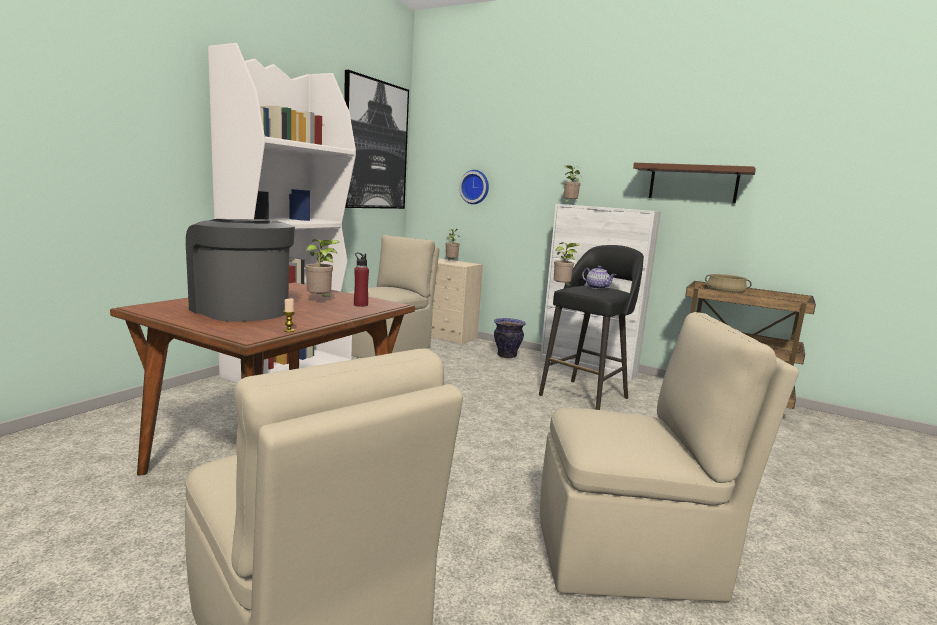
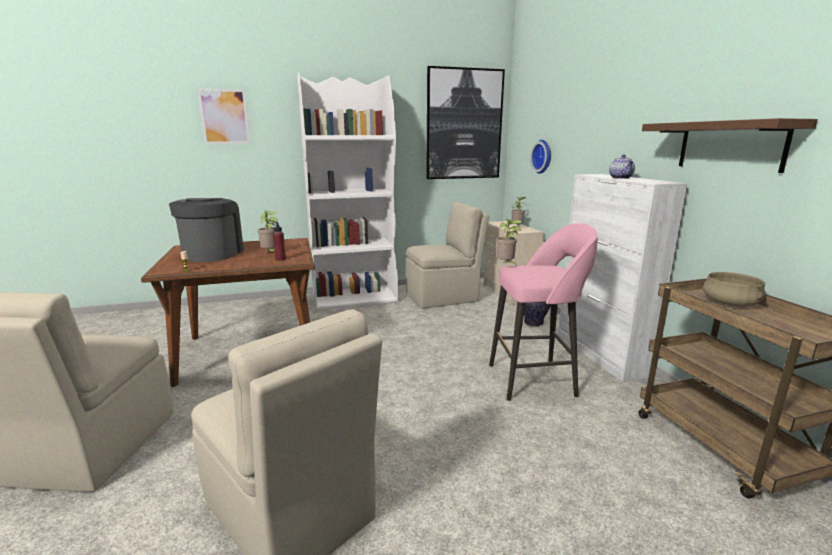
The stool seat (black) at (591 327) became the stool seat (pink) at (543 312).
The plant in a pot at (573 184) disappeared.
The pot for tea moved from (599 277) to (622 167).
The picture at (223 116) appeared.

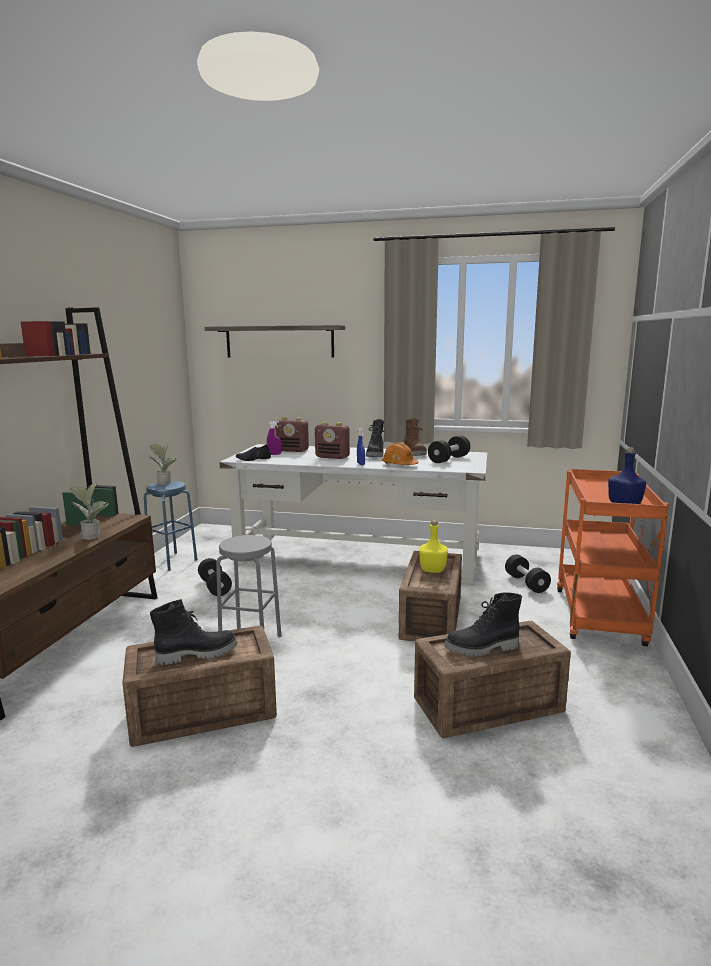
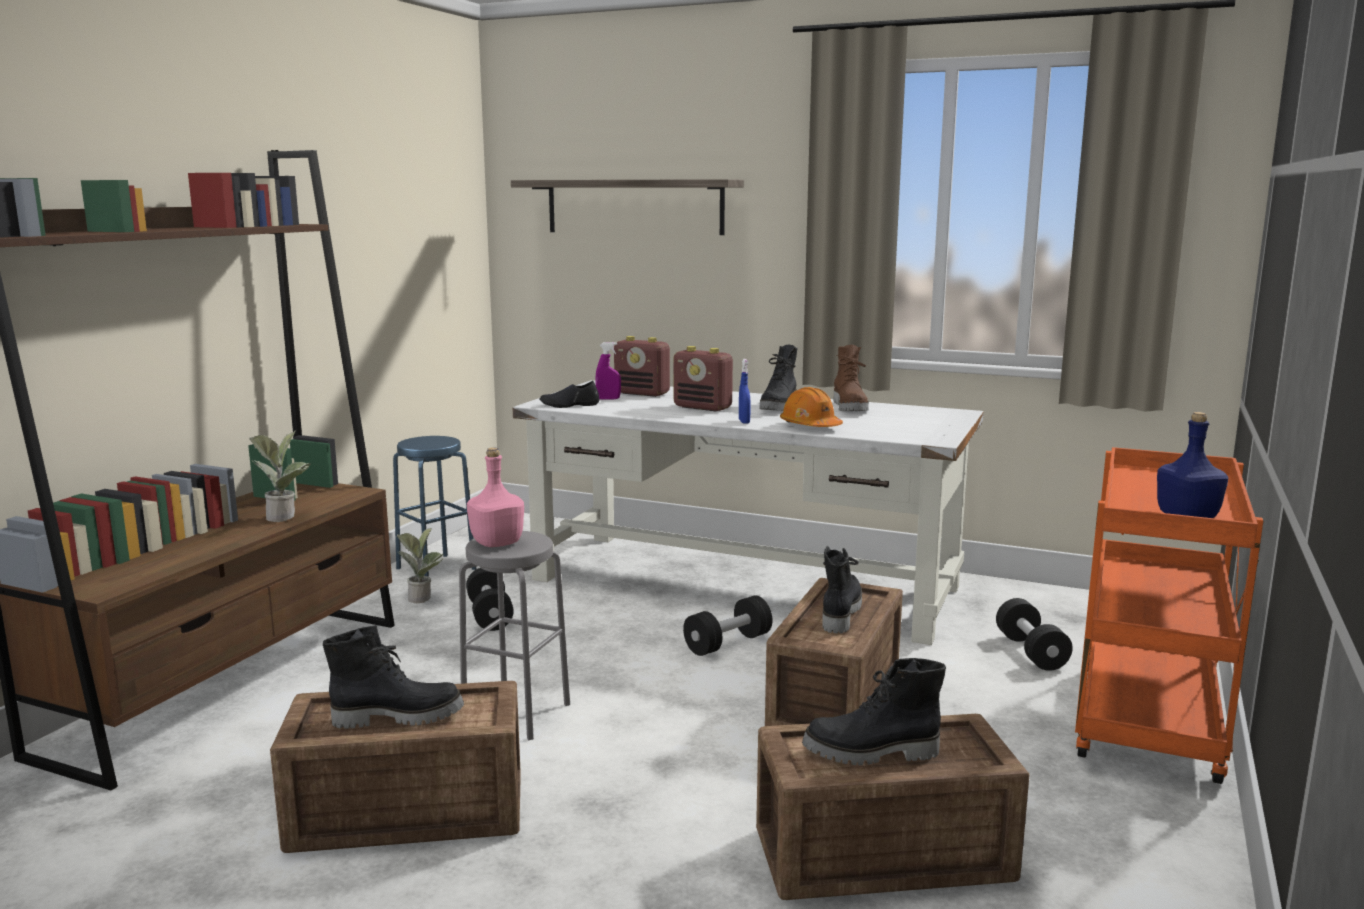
The plant in a pot moved from (164 463) to (420 565).
The drink bottle (yellow) at (433 546) was replaced by the high-top boot (black) at (842 589).
The hand weight (black) moved from (449 449) to (727 625).
The drink bottle (pink) at (495 497) appeared.

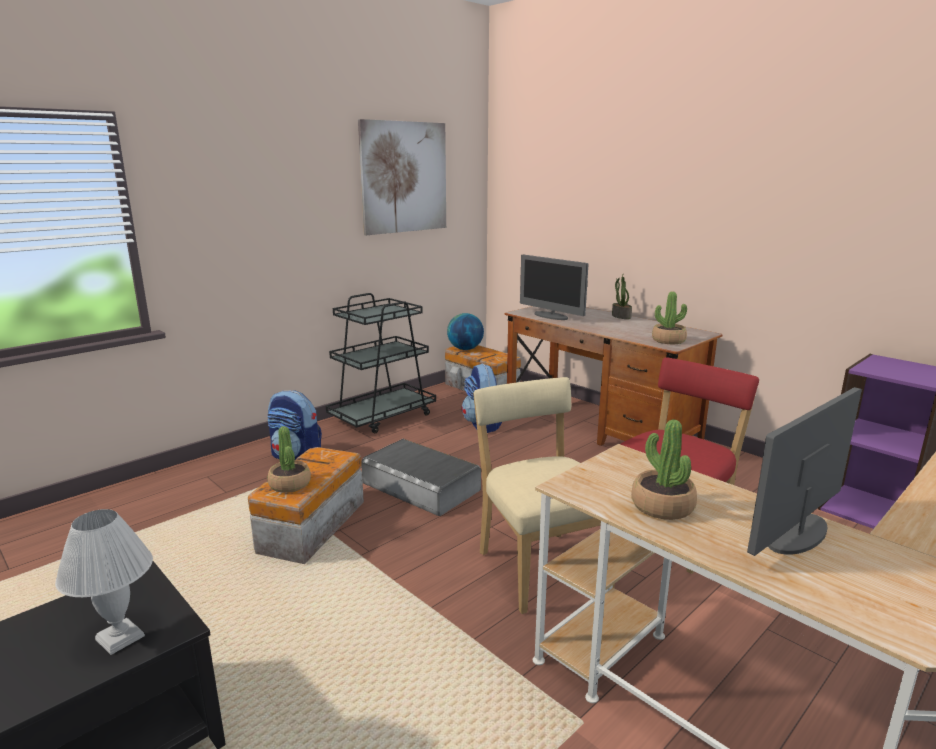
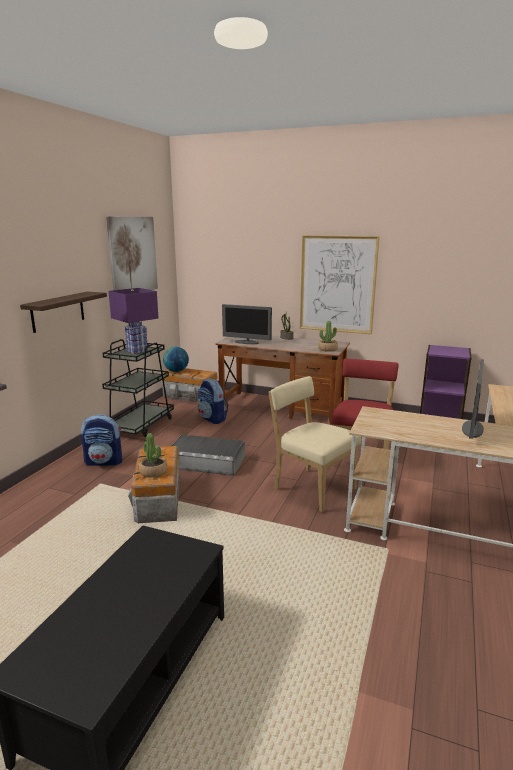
The table lamp (whitish) at (104 582) disappeared.
The plant in a pot at (664 469) disappeared.
The wall shelf at (63 312) appeared.
The table lamp (purplish) at (133 321) appeared.
The picture at (340 284) appeared.

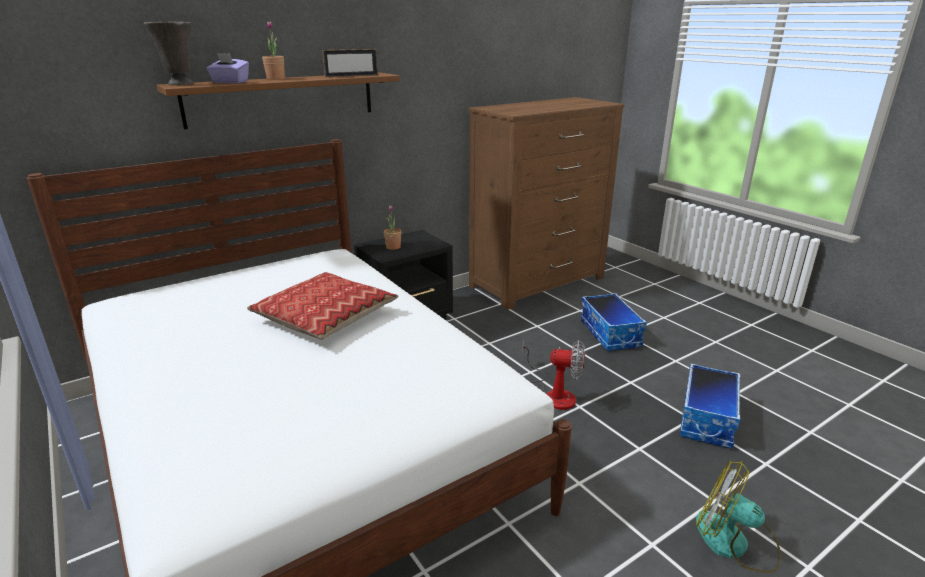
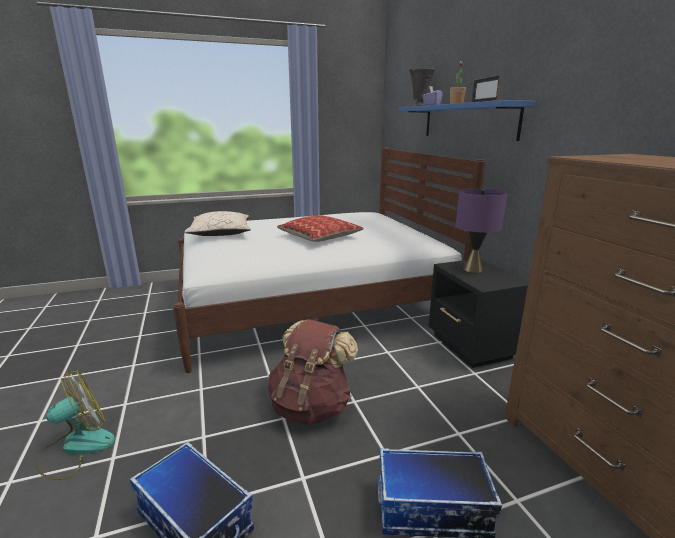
The wall shelf (brownish) at (278 100) became the wall shelf (blue) at (467 120).
The plant in a pot at (392 227) was replaced by the table lamp (purplish) at (481 230).
The fan at (553 375) was replaced by the backpack (brownish) at (313 372).
The throw pillow (beige) at (218 223) appeared.

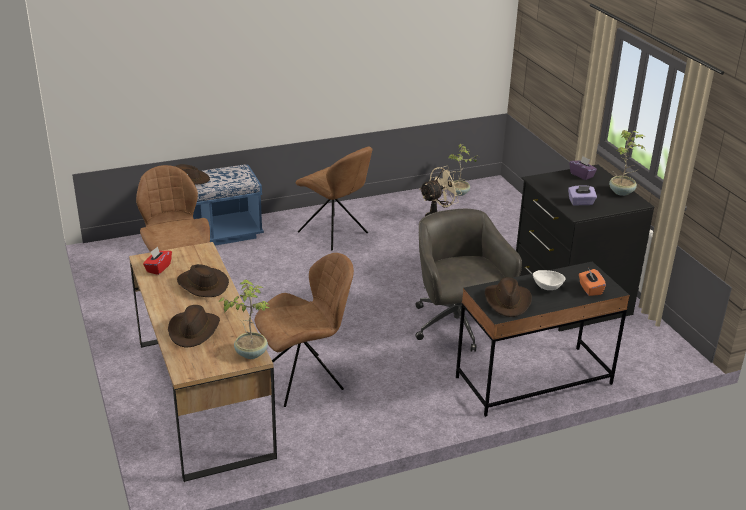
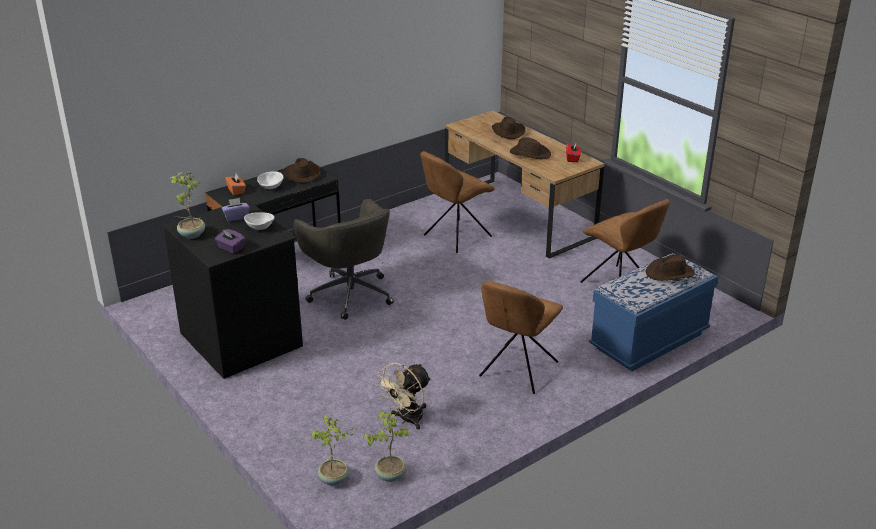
The plant in a pot moved from (244 319) to (333 450).
The plain chair (brownish) at (333 198) turned 90 degrees counterclockwise.
The bowl (whitish) at (259 221) appeared.

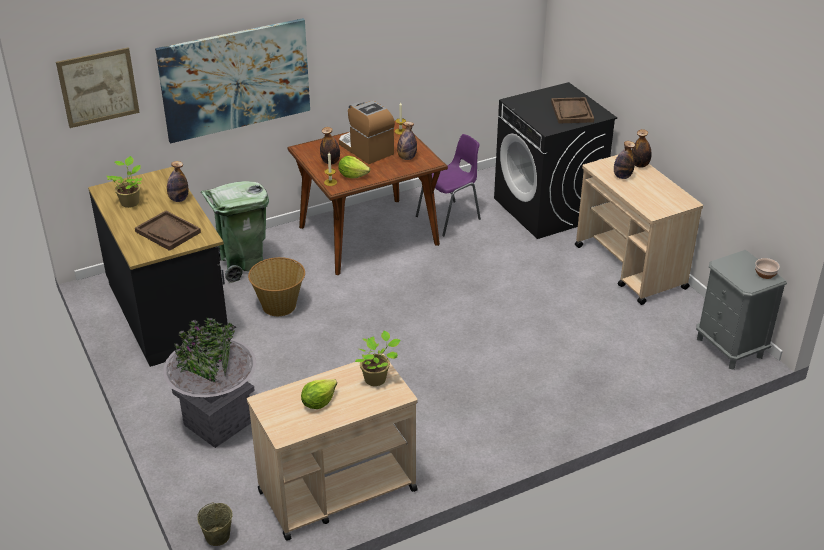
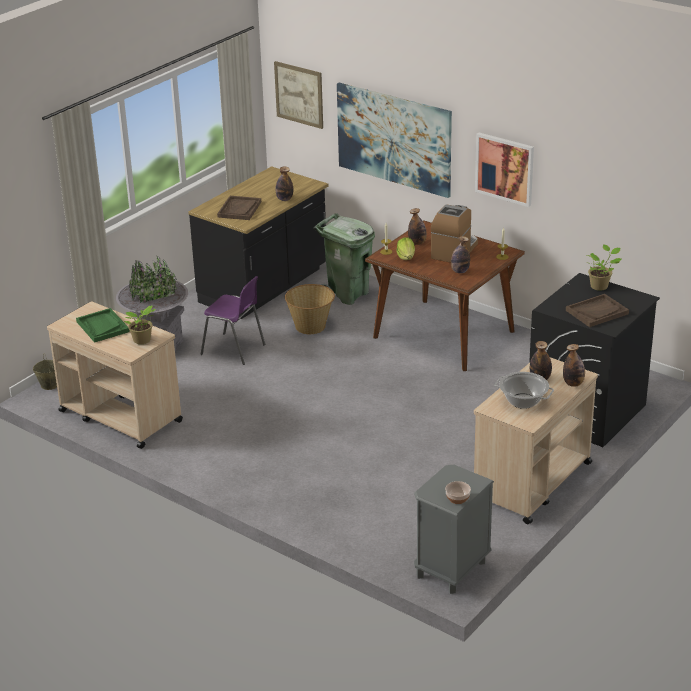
The plant in a pot moved from (124 182) to (604 267).
The lettuce head at (319 394) was replaced by the tray (greenish) at (103 325).
The plain chair (purplish) moved from (448 185) to (233 320).
The picture at (504 170) appeared.
The cooking pot at (524 390) appeared.

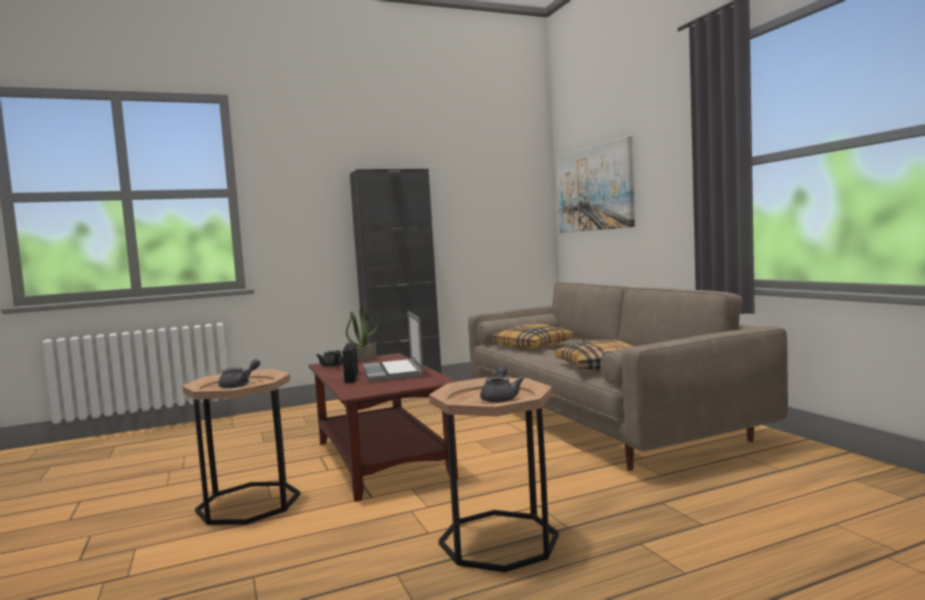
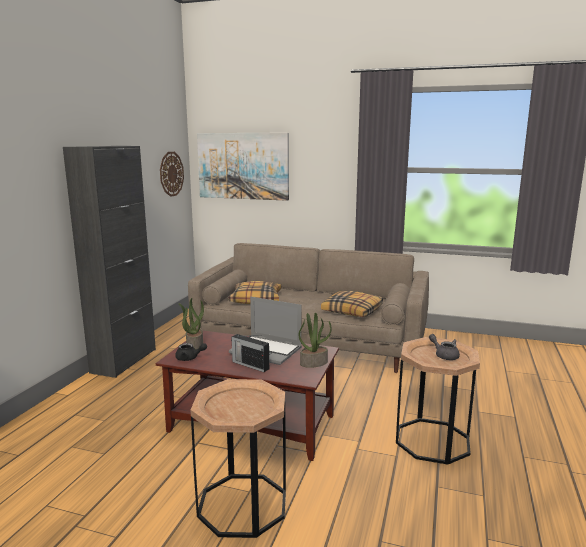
The pot for tea (grey) at (239 374) disappeared.
The wall clock at (172 174) appeared.
The plant in a pot at (315 340) appeared.

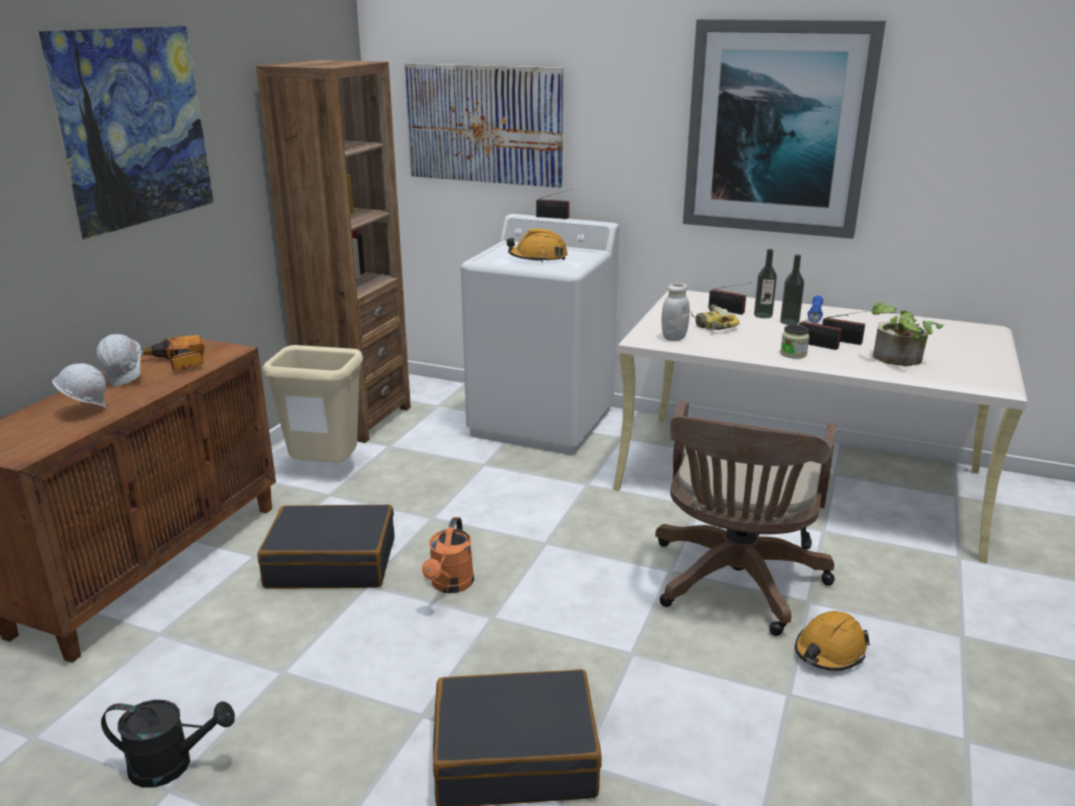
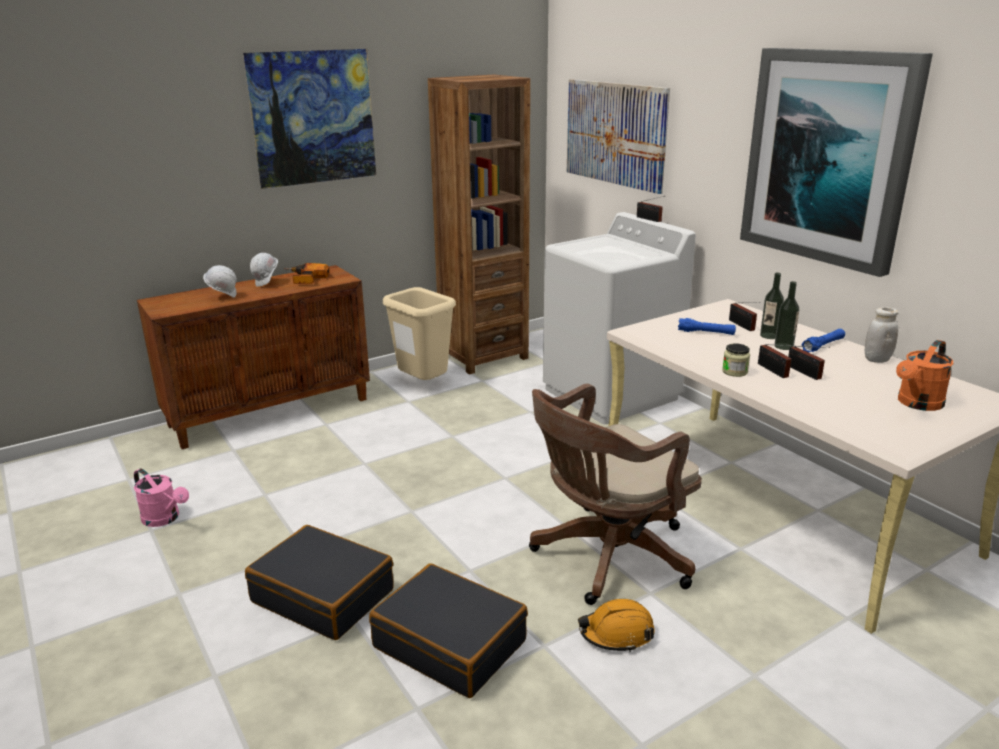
The sprinkling can (black) at (168 744) became the sprinkling can (pink) at (161 497).
The travel case (black) moved from (326 546) to (448 630).
The sprinkling can (orange-coloured) moved from (448 555) to (924 375).
The safety helmet (orange-coloured) at (537 245) disappeared.
The preserve jar (whitish) moved from (676 312) to (882 335).
The electric drill at (715 317) was replaced by the hand torch (blue) at (707 326).
The plant in a pot at (907 334) disappeared.

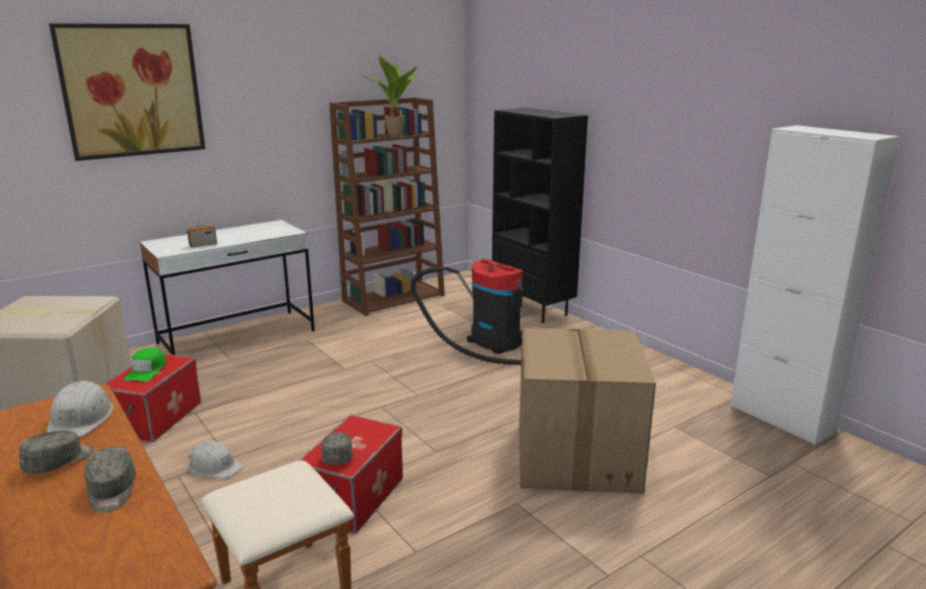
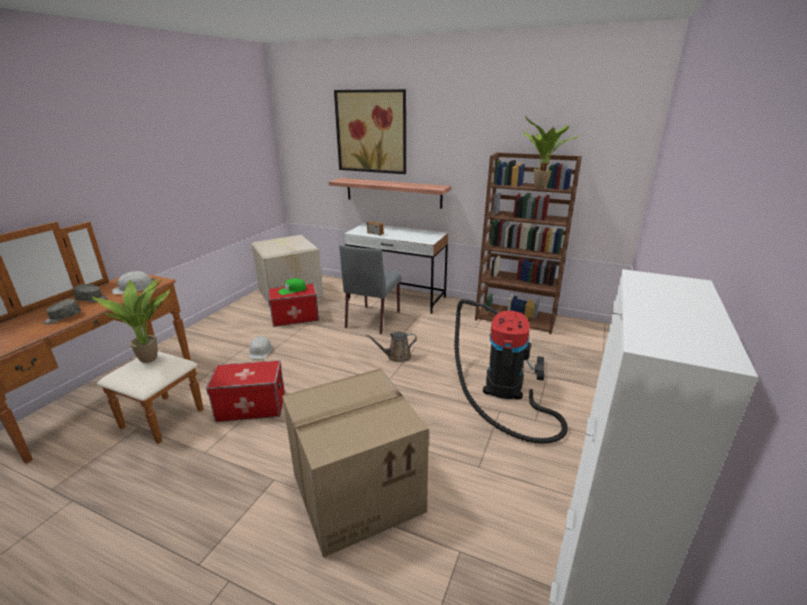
The baseball cap (grey) at (337 448) disappeared.
The bookcase (black) at (540 215) disappeared.
The plant in a pot at (131 320) appeared.
The wall shelf at (390 193) appeared.
The plain chair (grey) at (370 289) appeared.
The sprinkling can (brownish) at (391 347) appeared.

